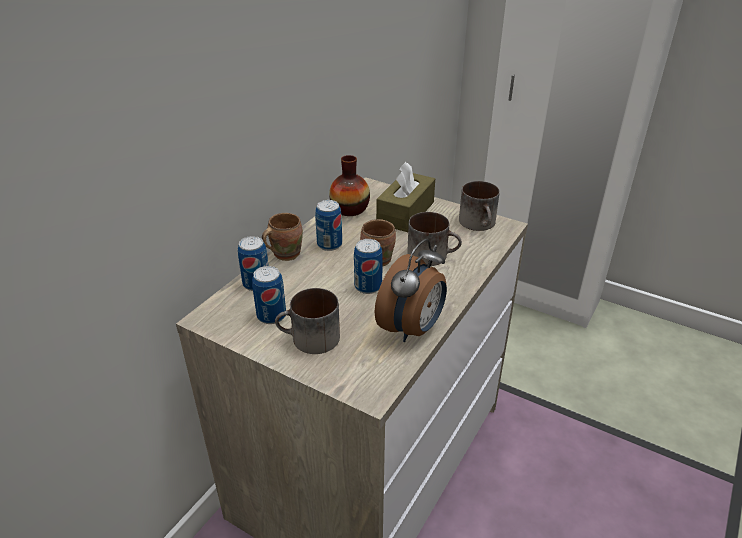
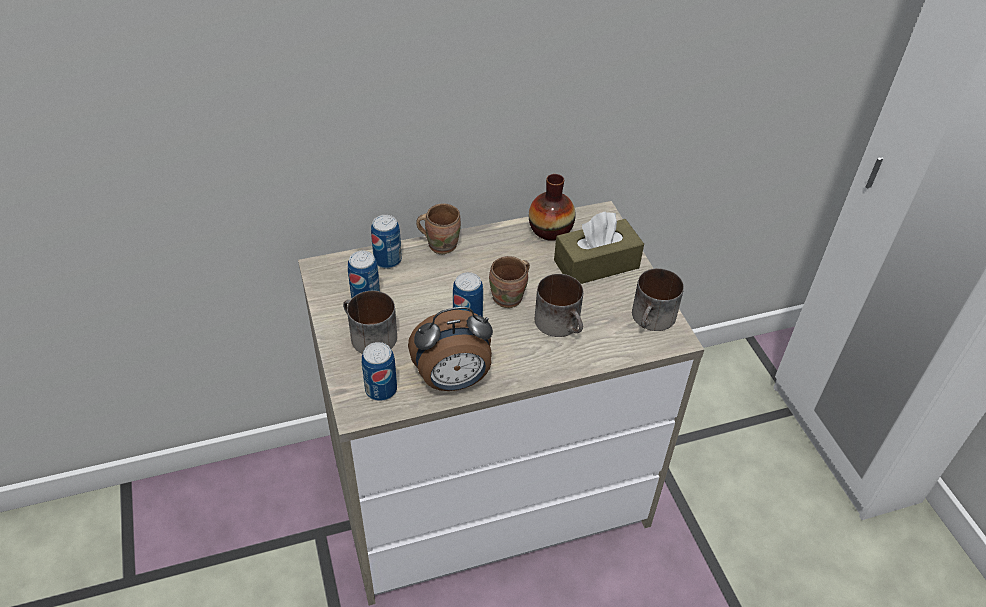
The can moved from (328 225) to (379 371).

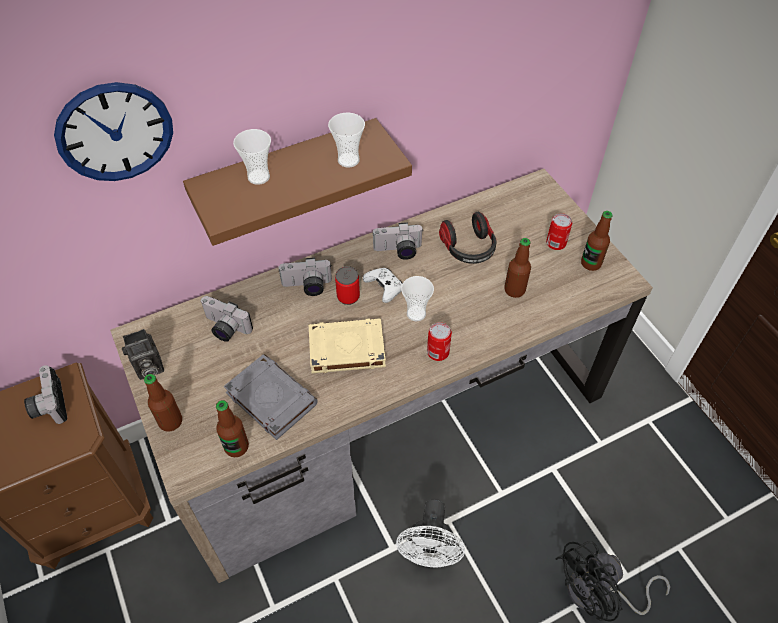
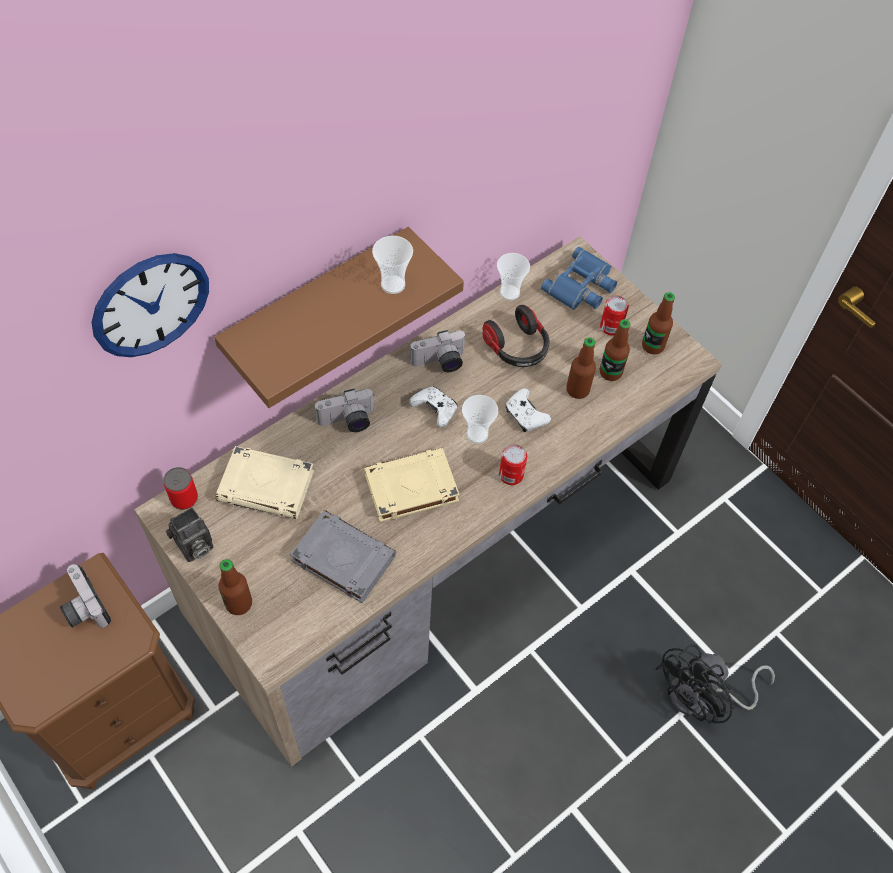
The still camera at (226 319) was replaced by the bound book (beige) at (265 482).
The drink bottle moved from (232 428) to (615 350).
The cup moved from (252 157) to (513 276).
The can moved from (347 285) to (181 488).
The fan (whitish) at (430 533) disappeared.
The game controller (whitish) at (528 410) appeared.
The binoculars (blue) at (579 278) appeared.

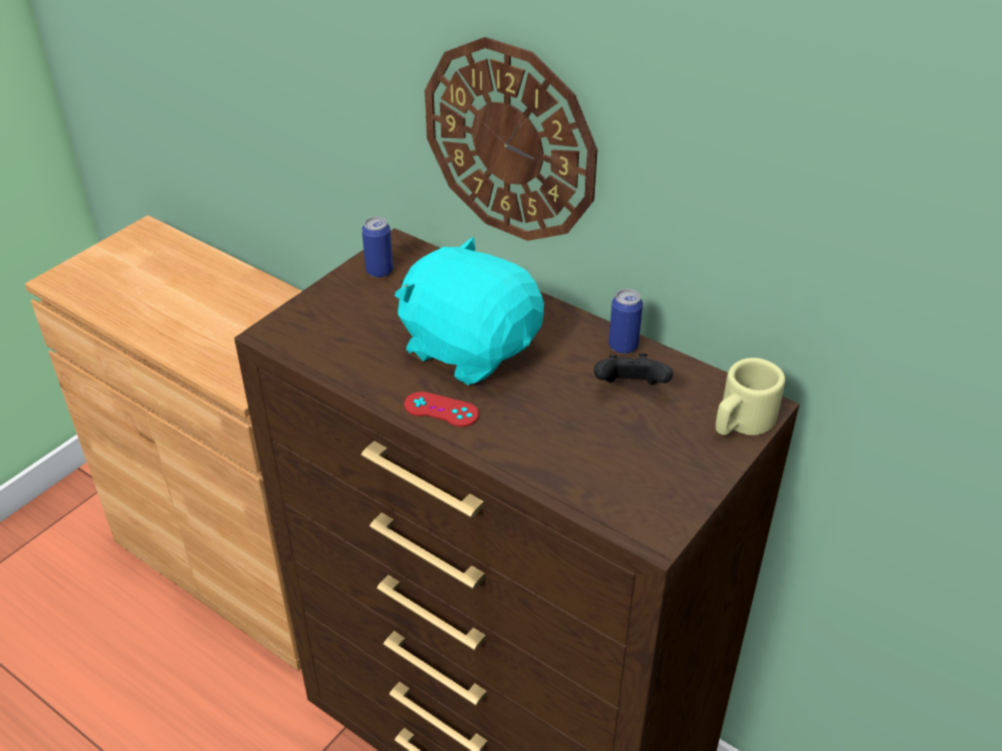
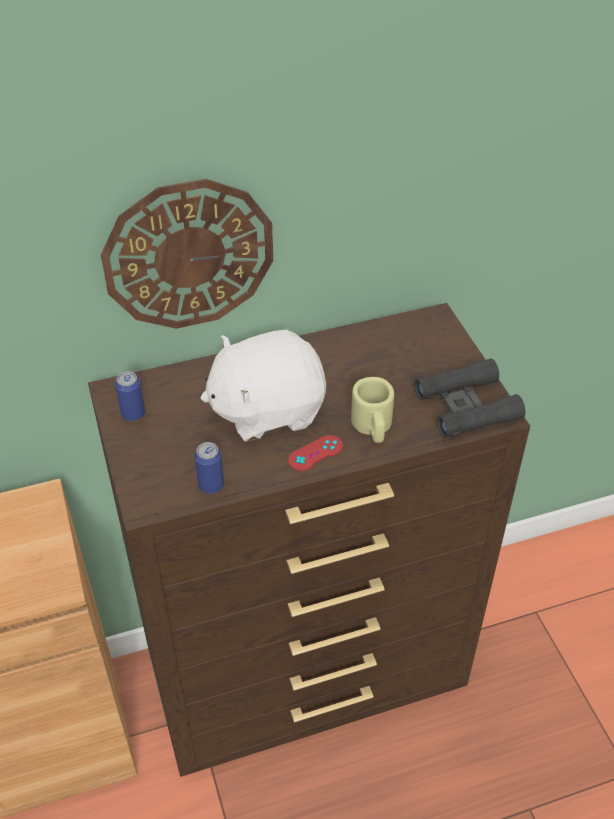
The plush toy (blue-green) at (469 311) became the plush toy (whitish) at (263 385).
The game controller (black) at (633 369) disappeared.
The can moved from (626 321) to (209 468).
The mug (beige) moved from (750 396) to (372 410).
The binoculars (black) at (469 398) appeared.

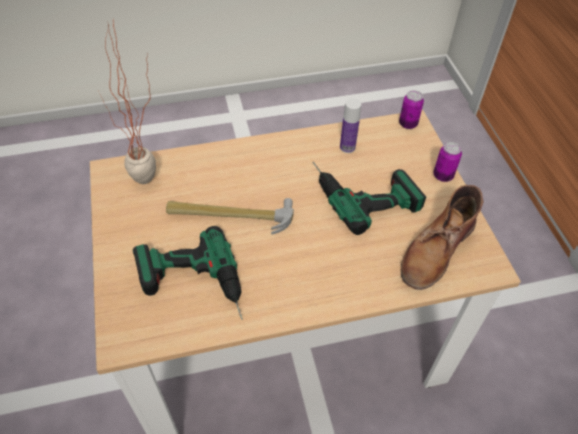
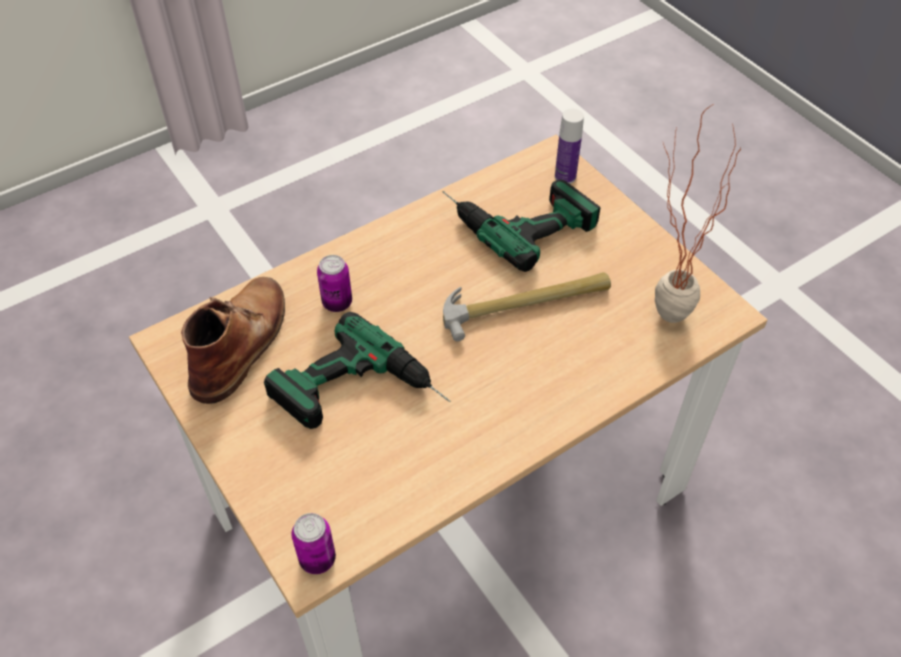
The drink bottle moved from (350 125) to (569 146).
The can moved from (447 162) to (334 283).

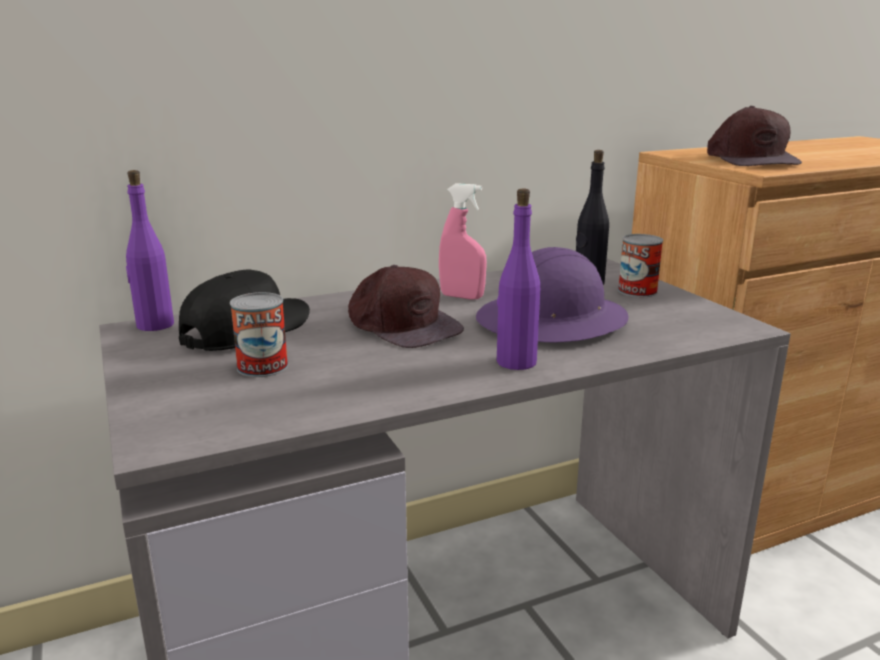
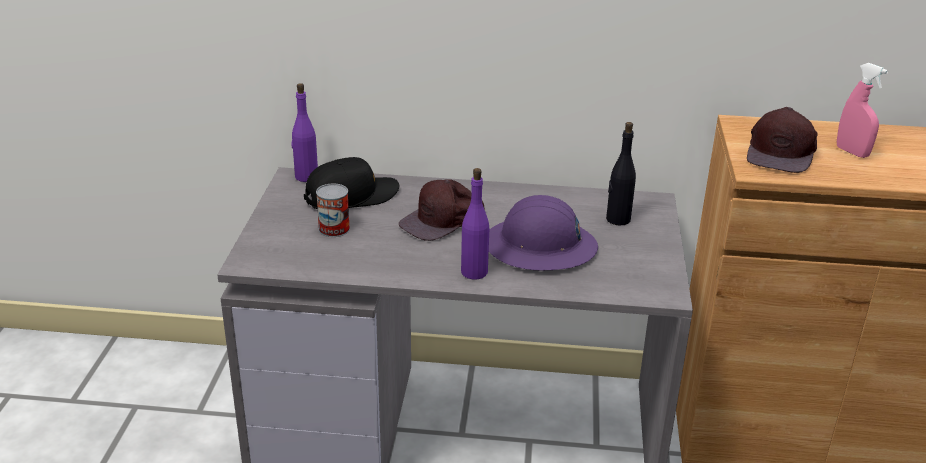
The baseball cap (brownish) at (406 306) turned 60 degrees clockwise.
The spray bottle (pink) moved from (463 241) to (862 110).
The can at (640 265) disappeared.

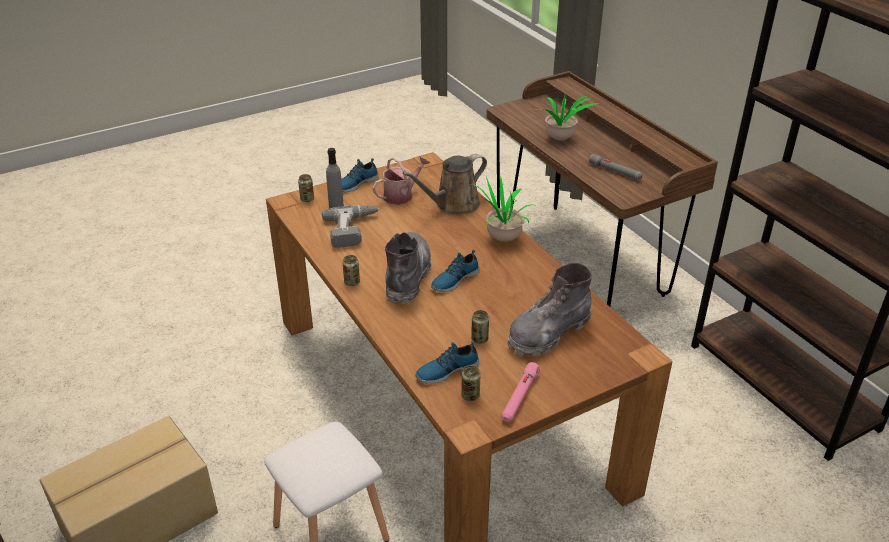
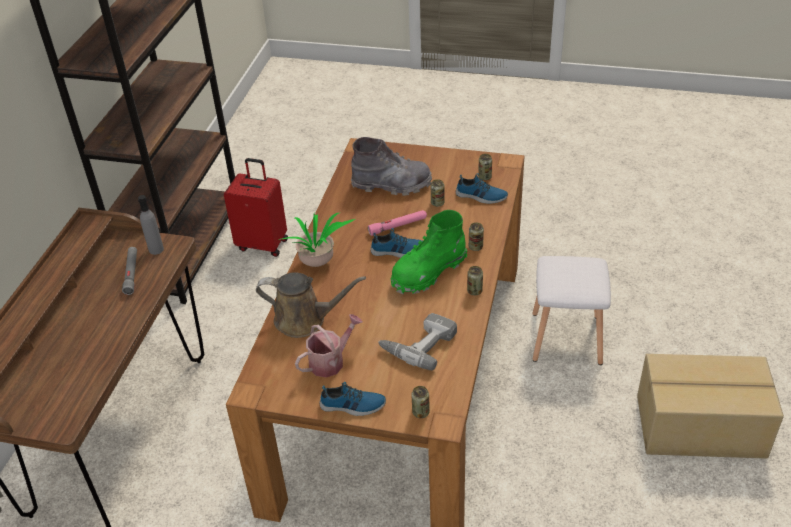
The drink bottle (grey) moved from (335 178) to (151 225).
The sprinkling can at (401 180) turned 135 degrees clockwise.
The high-top boot (grey) at (408 268) became the high-top boot (greenish) at (429 252).
The hand torch (pink) moved from (520 392) to (397 223).
The plant in a pot at (566 117) disappeared.
The travel case (red) at (256 207) appeared.
The can at (476 236) appeared.

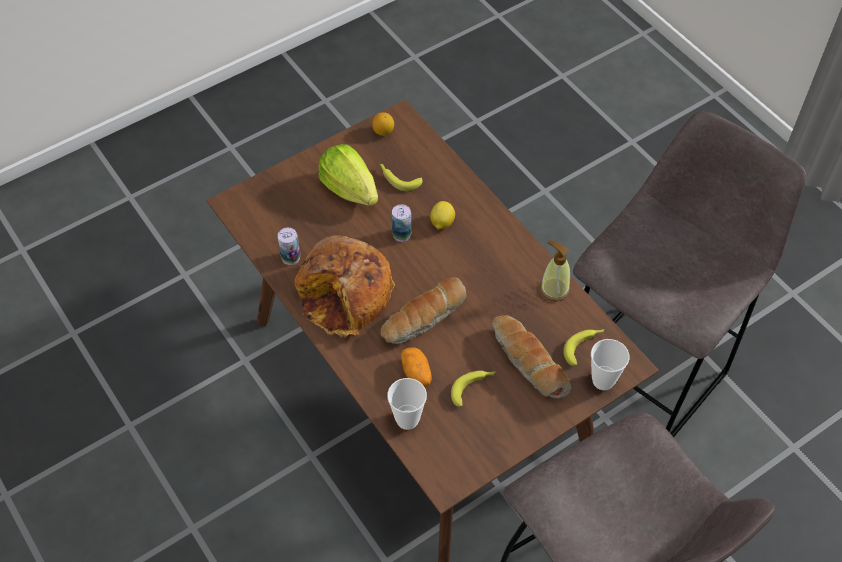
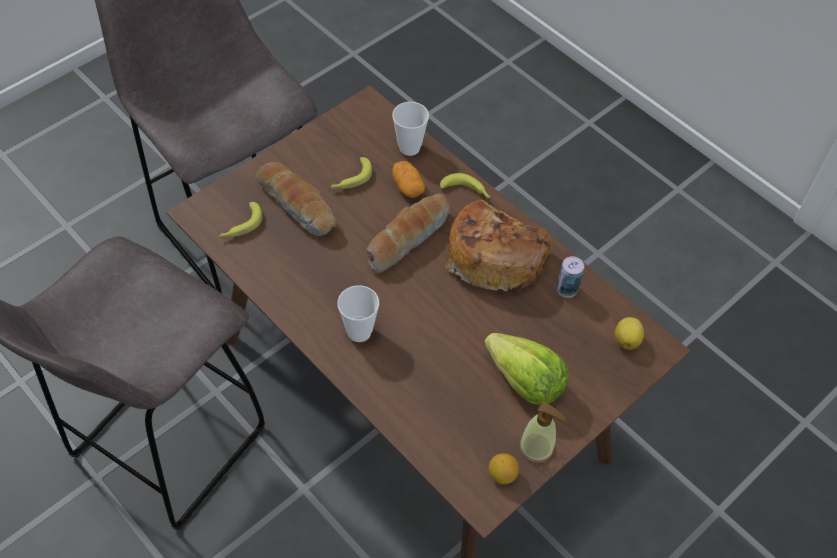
The whole banana moved from (401 177) to (465 185).
The can at (402 223) disappeared.
The lemon moved from (442 215) to (629 333).
The liquid soap bottle moved from (555 270) to (542 433).
The cup moved from (610 364) to (358 313).

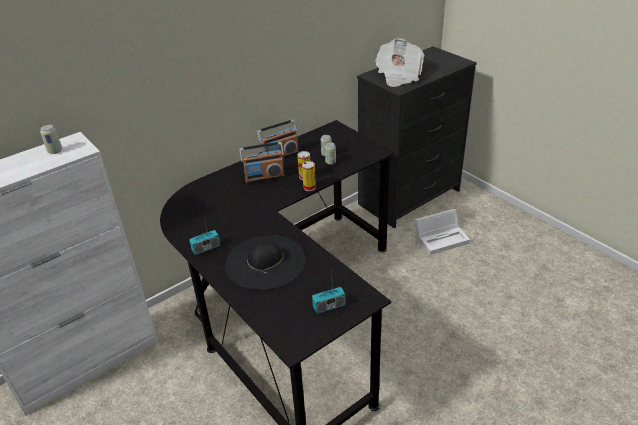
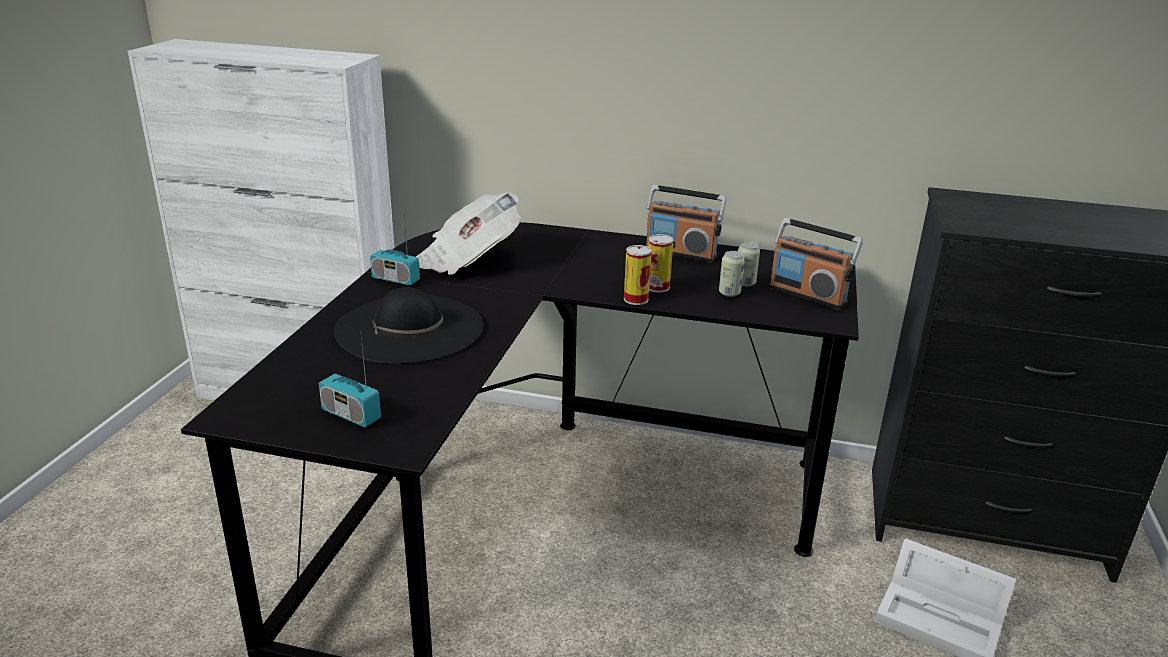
The can at (51 139) disappeared.
The radio moved from (262 163) to (816 264).
The printed paper moved from (399 62) to (468 234).

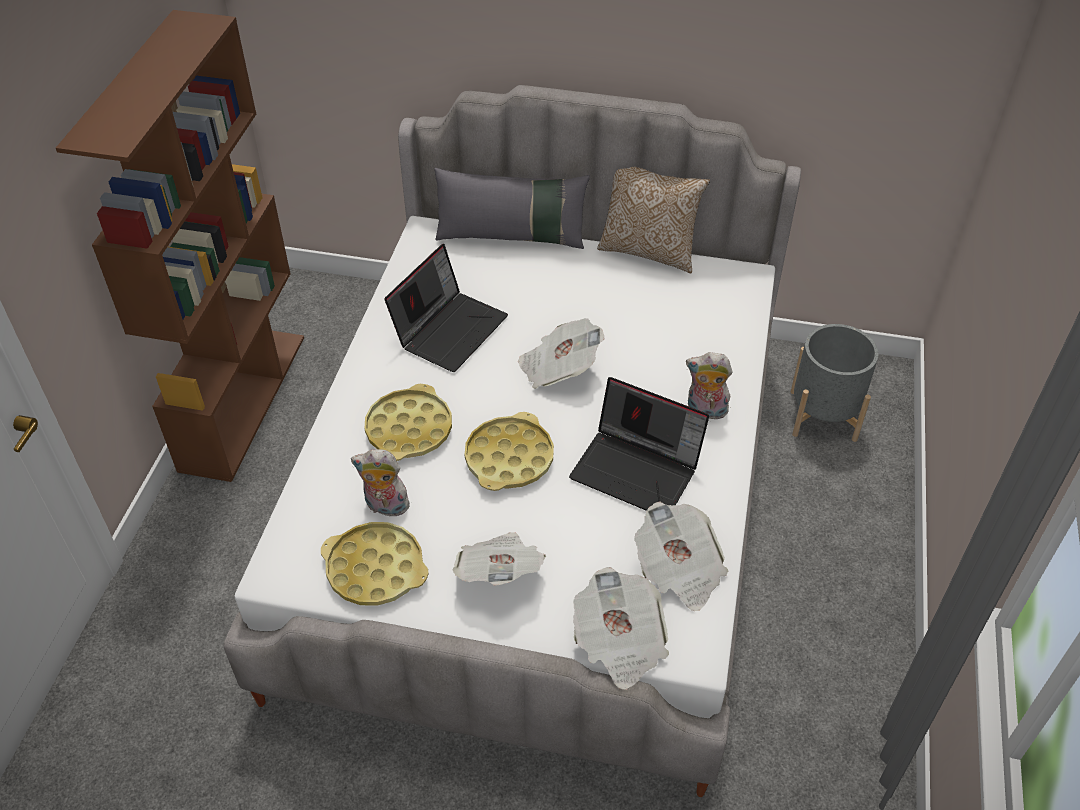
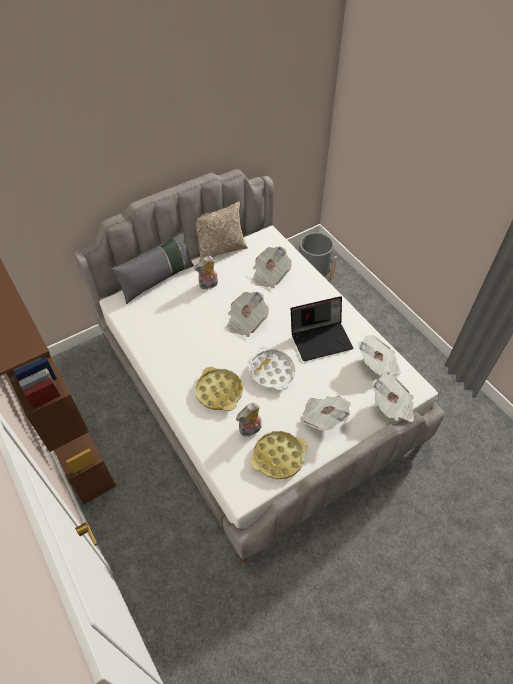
The notebook computer at (446 308) disappeared.
The tray (yellow) at (509 451) became the tray (whitish) at (272 369).
The plush toy moved from (709 385) to (206 273).
The printed paper at (271 267) appeared.

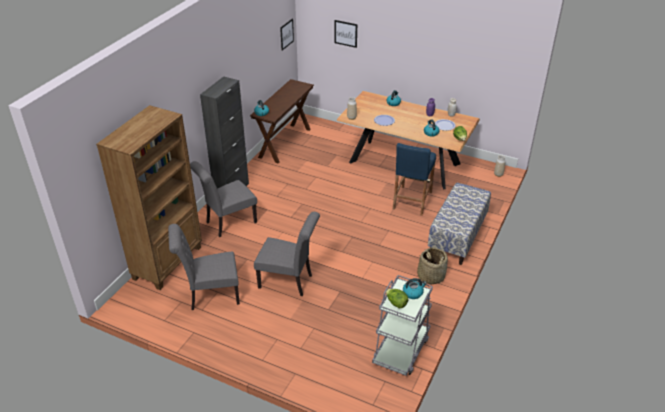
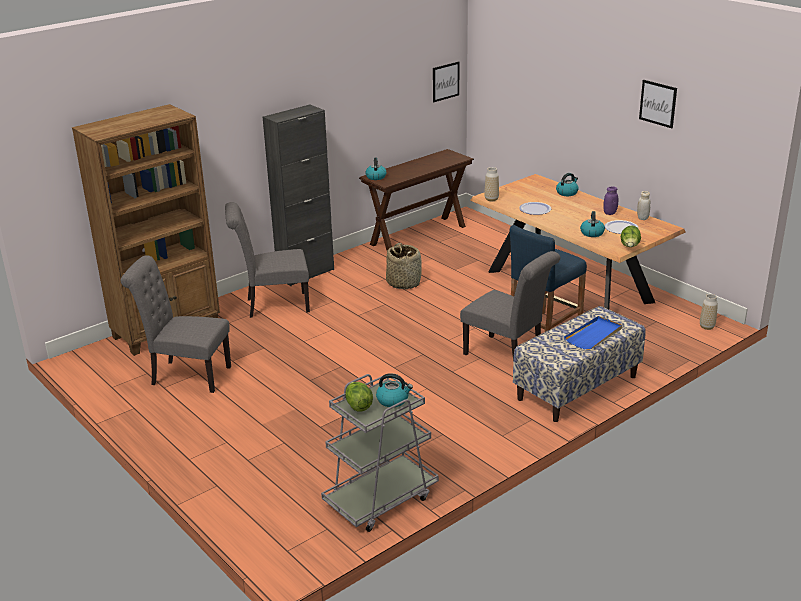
The plain chair (grey) moved from (287 254) to (510 306).
The picture moved from (346 34) to (658 104).
The household basket moved from (432 265) to (404 266).
The tray (blue) at (593 333) appeared.

